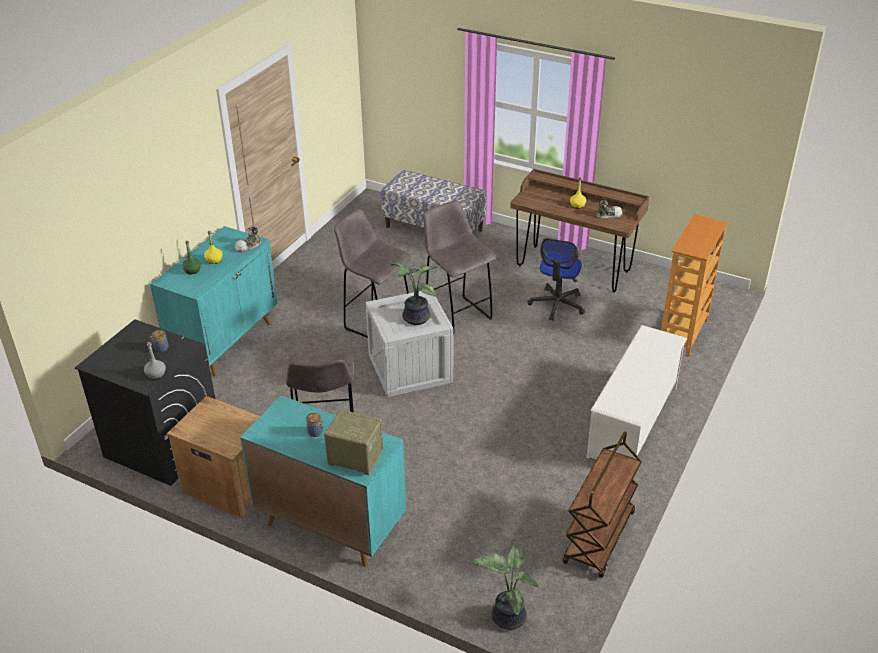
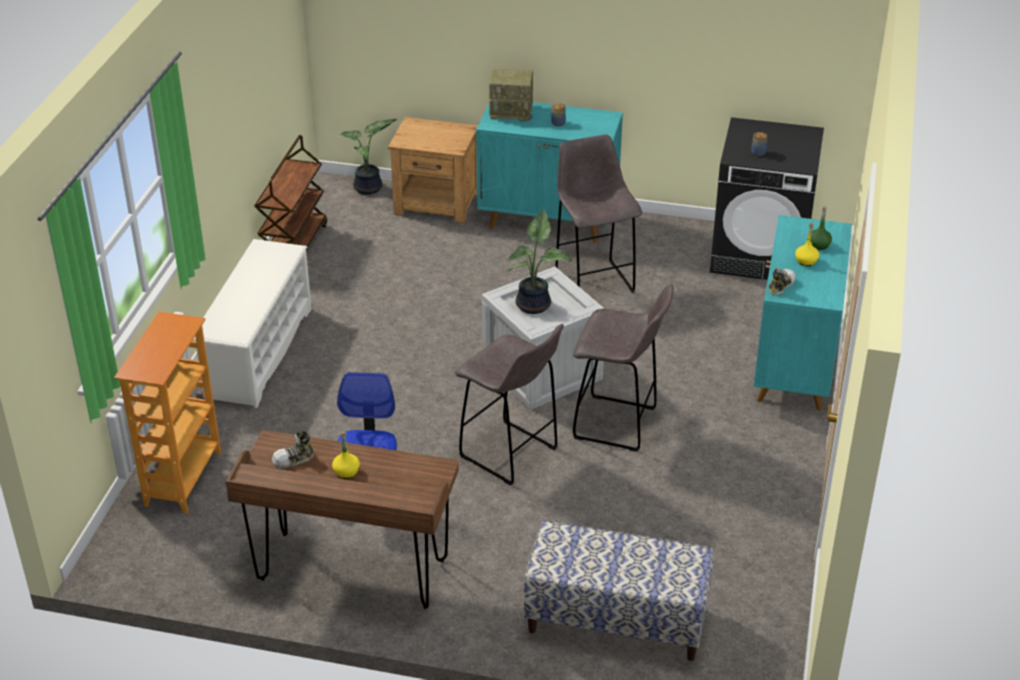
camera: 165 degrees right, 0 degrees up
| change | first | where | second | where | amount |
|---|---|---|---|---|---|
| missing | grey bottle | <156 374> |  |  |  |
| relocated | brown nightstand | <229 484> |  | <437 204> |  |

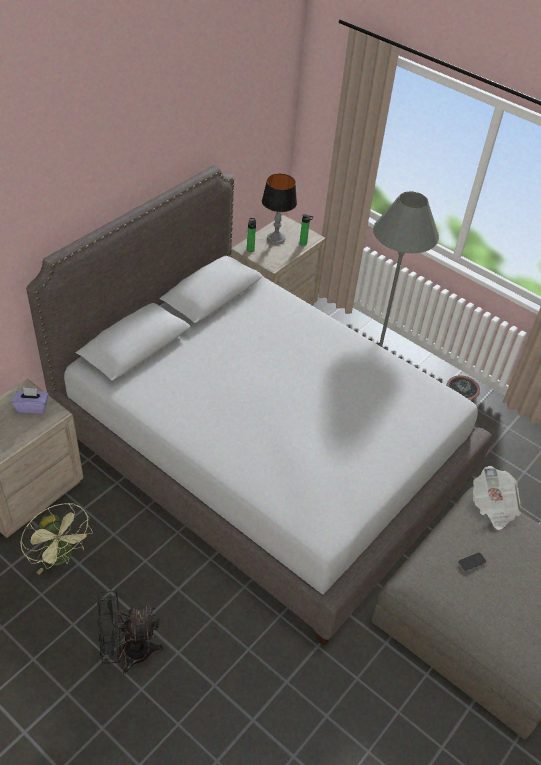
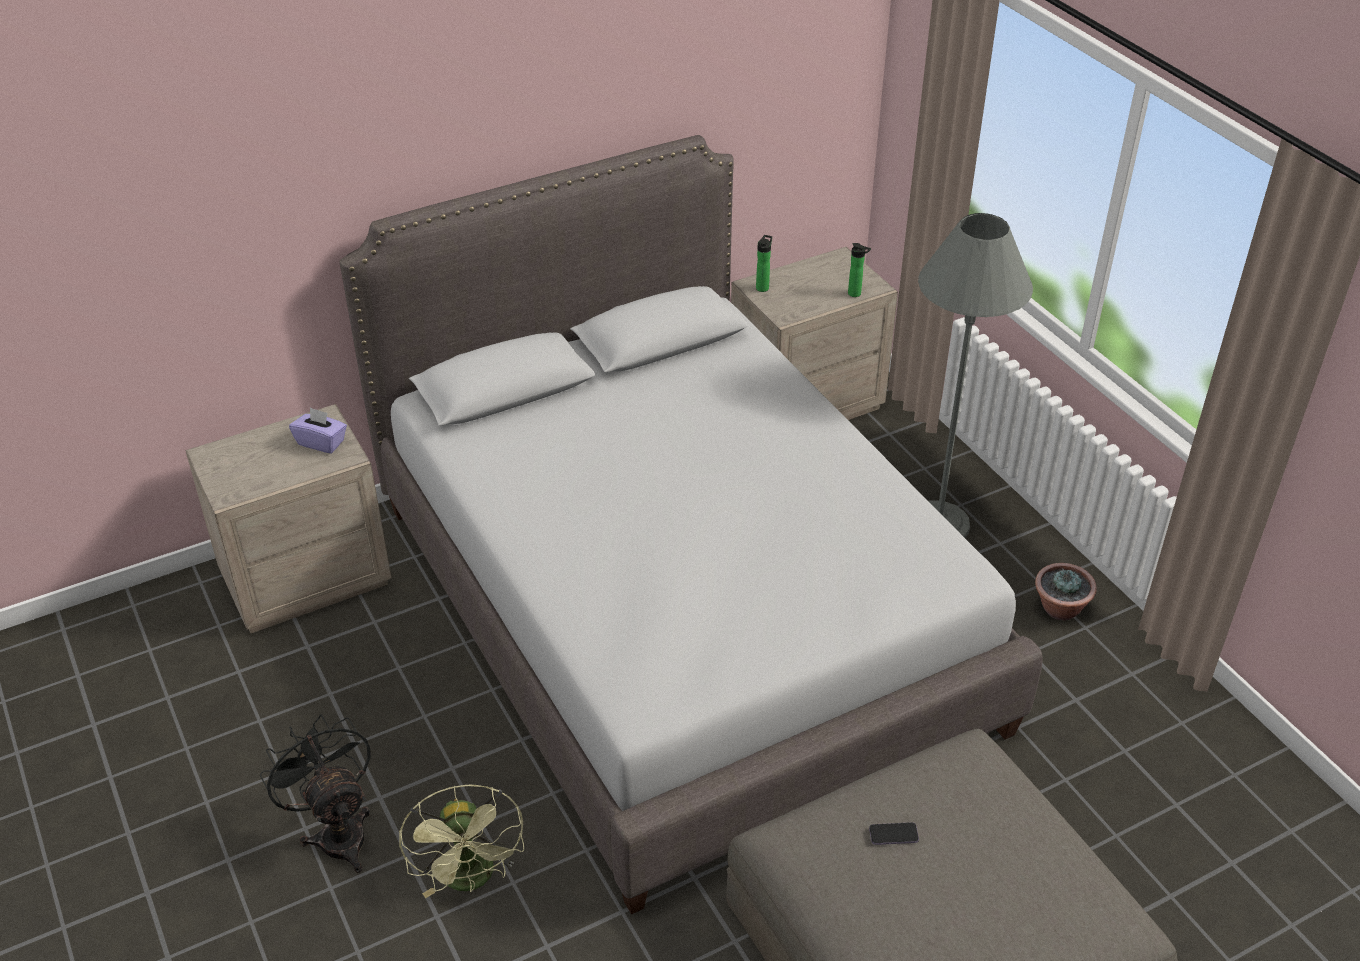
camera: 25 degrees right, 5 degrees down
| change | first | where | second | where | amount |
|---|---|---|---|---|---|
| relocated | green fan | <61 557> |  | <471 879> |  |
| spun | black fan | <128 652> |  | <337 832> | 45 degrees clockwise |
| missing | table lamp | <276 239> |  |  |  |
| missing | newspaper | <493 506> |  |  |  |

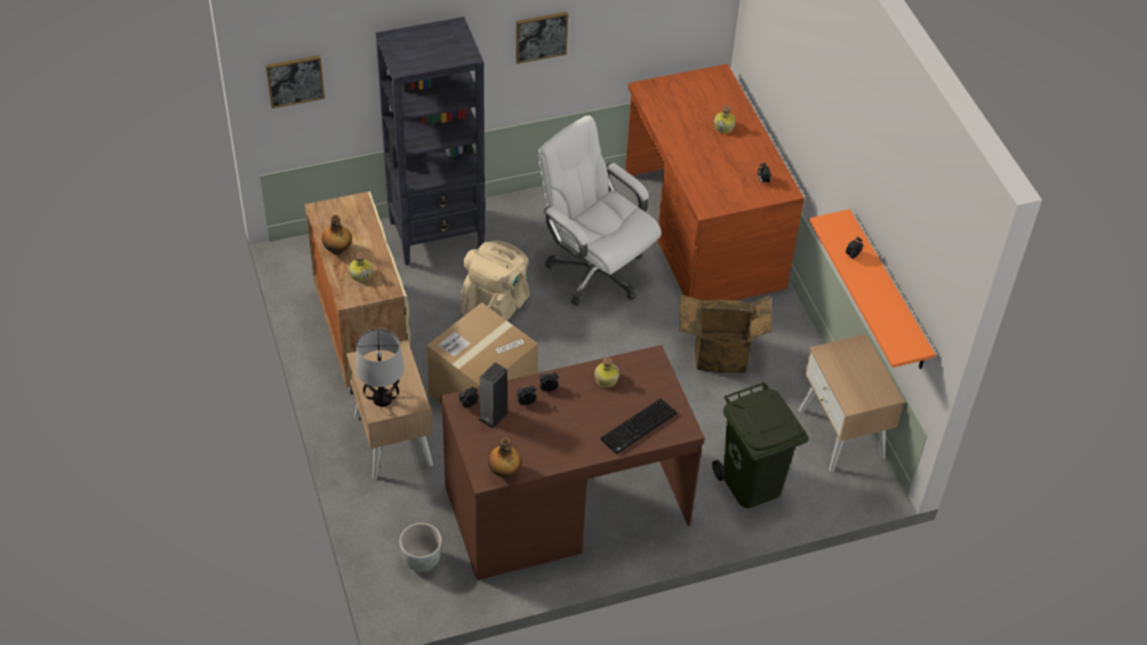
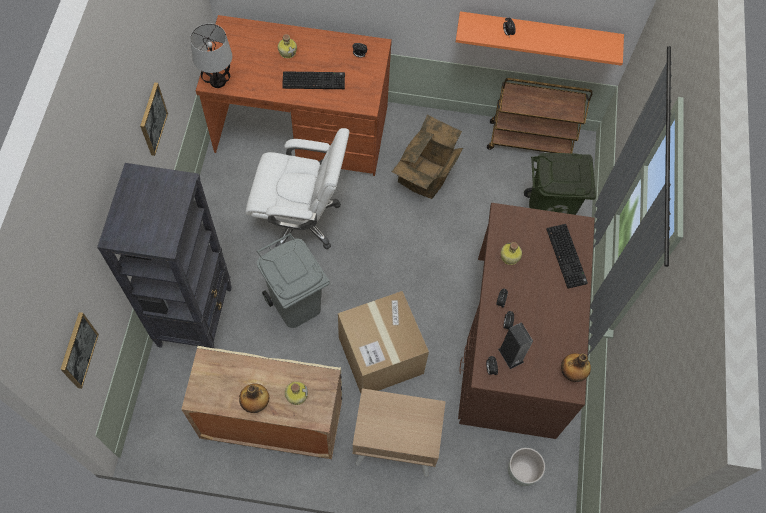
camera: 65 degrees left, 15 degrees up
| change | first | where | second | where | amount |
|---|---|---|---|---|---|
| relocated | table lamp | <381 398> |  | <217 82> |  |
| exchanged | beige backpack | <496 304> | grey trash can | <295 305> |  |
| spun | white office chair | <595 271> |  | <301 220> | 150 degrees counterclockwise |
| exchanged | beige nightstand | <842 434> | brown cart | <530 140> |  |
| appeared |  |  | keyboard | <314 80> |  |

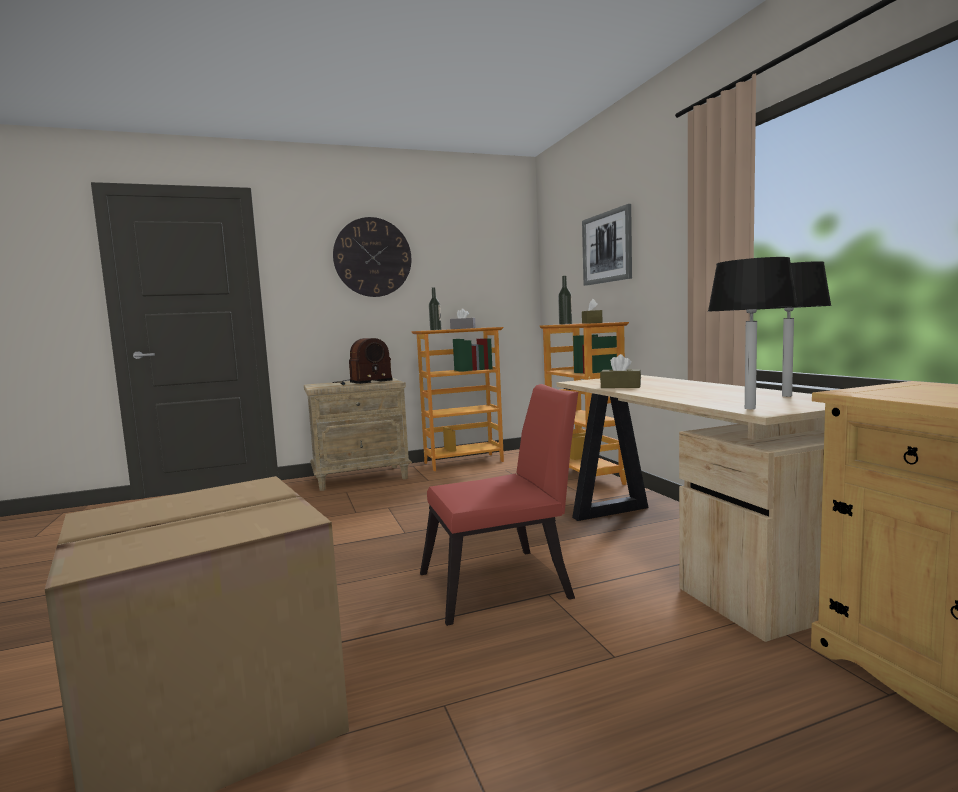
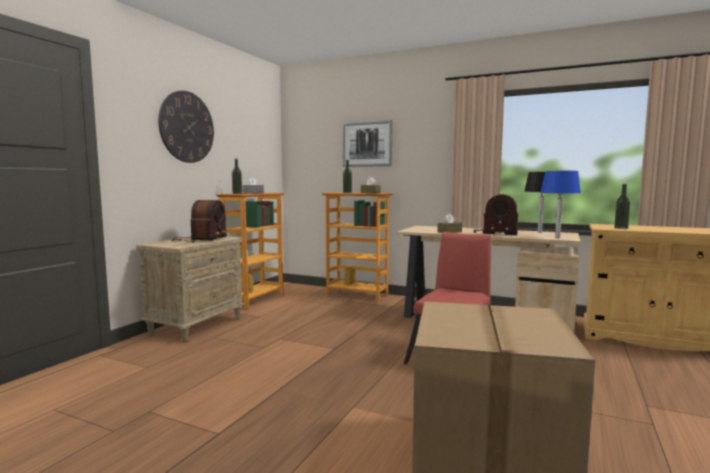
camera: 45 degrees left, 0 degrees up
| change | first | where | second | where | amount |
|---|---|---|---|---|---|
| colour | black table lamp | <750 408> | blue table lamp | <557 238> |  |
| appeared |  |  | radio | <494 233> |  |
| appeared |  |  | bottle | <621 228> |  |

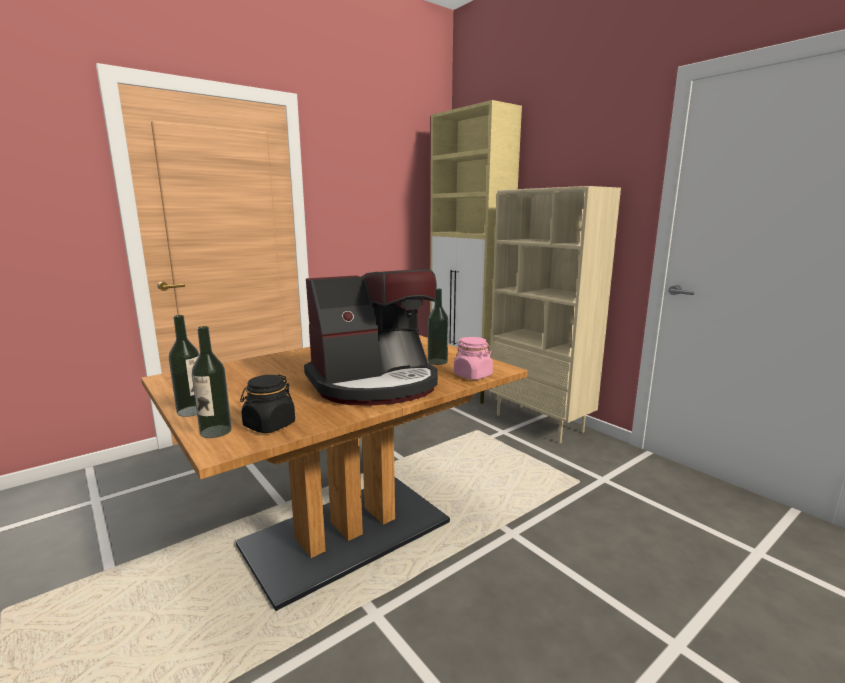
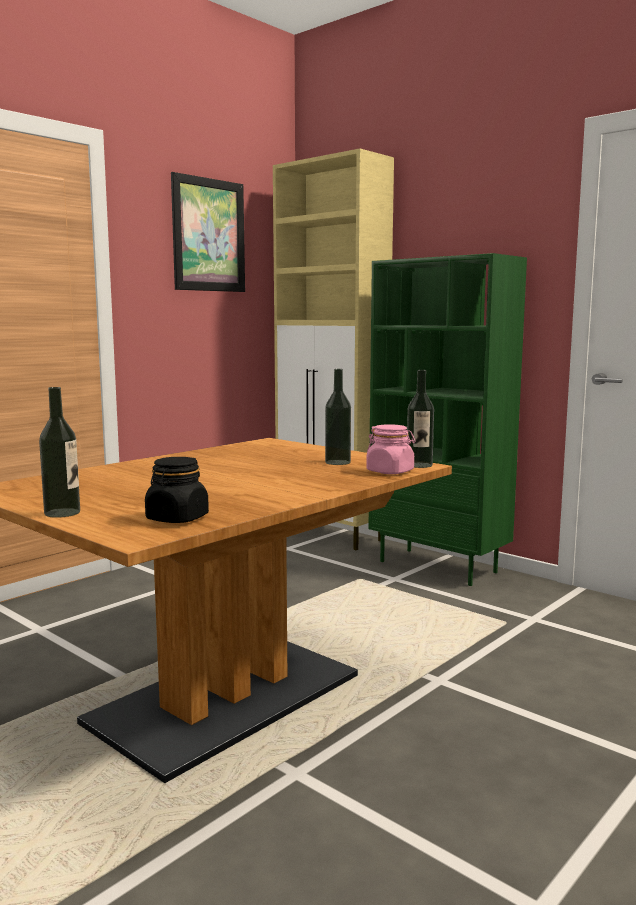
camera: 10 degrees left, 5 degrees down
| change | first | where | second | where | amount |
|---|---|---|---|---|---|
| relocated | bottle | <215 431> |  | <419 465> |  |
| missing | coffee machine | <375 384> |  |  |  |
| colour | beige bookcase | <540 423> | green bookcase | <439 566> |  |
| appeared |  |  | picture | <208 235> |  |

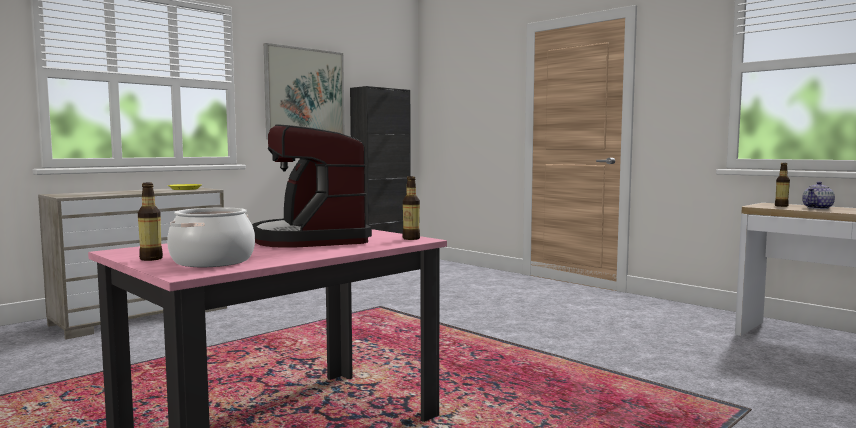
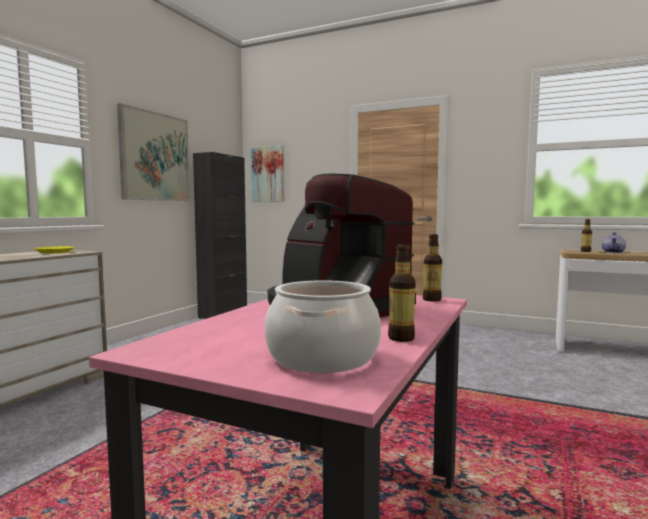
camera: 20 degrees left, 0 degrees up
| change | first | where | second | where | amount |
|---|---|---|---|---|---|
| relocated | bottle | <151 259> |  | <401 338> |  |
| appeared |  |  | picture | <268 174> |  |

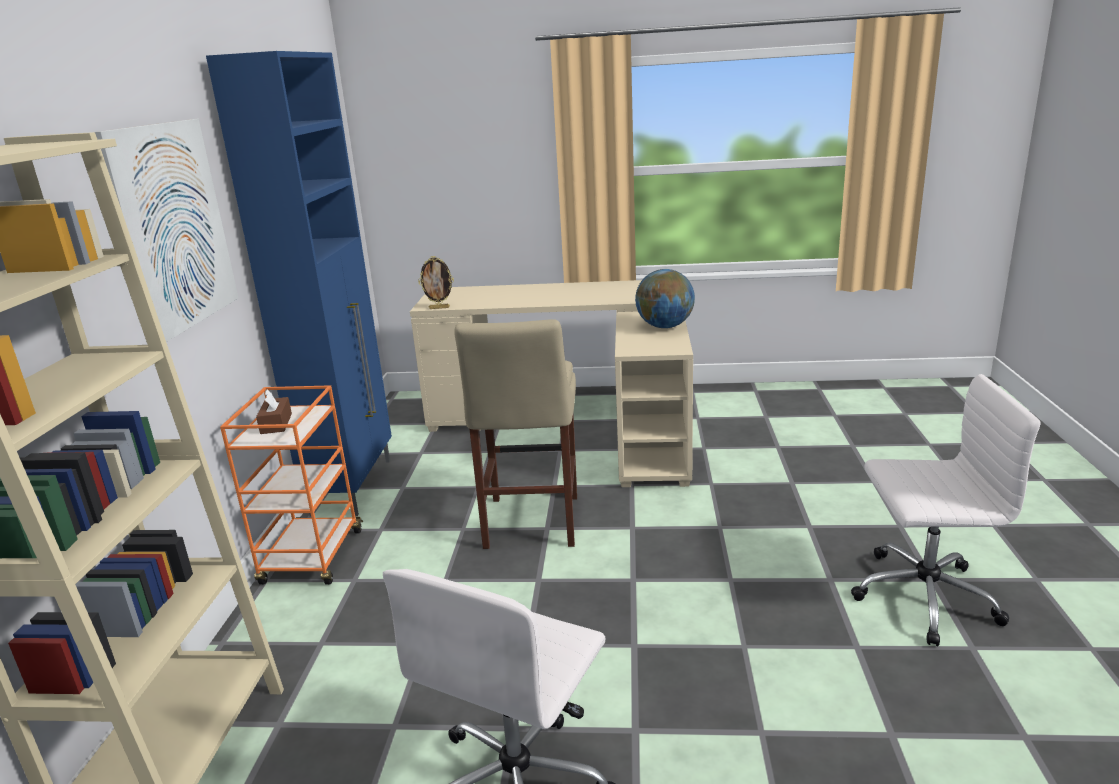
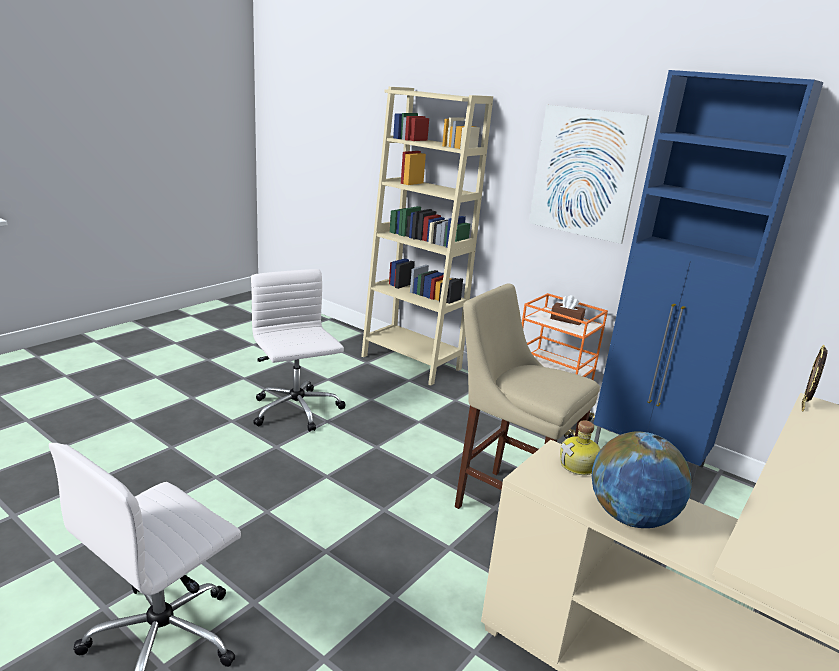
camera: 120 degrees right, 0 degrees up
| change | first | where | second | where | amount |
|---|---|---|---|---|---|
| appeared |  |  | bottle | <579 466> |  |

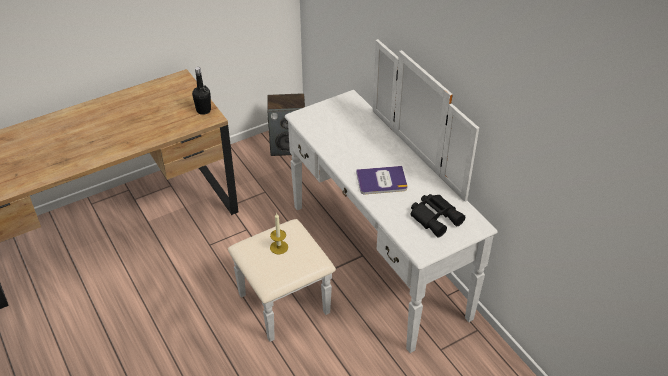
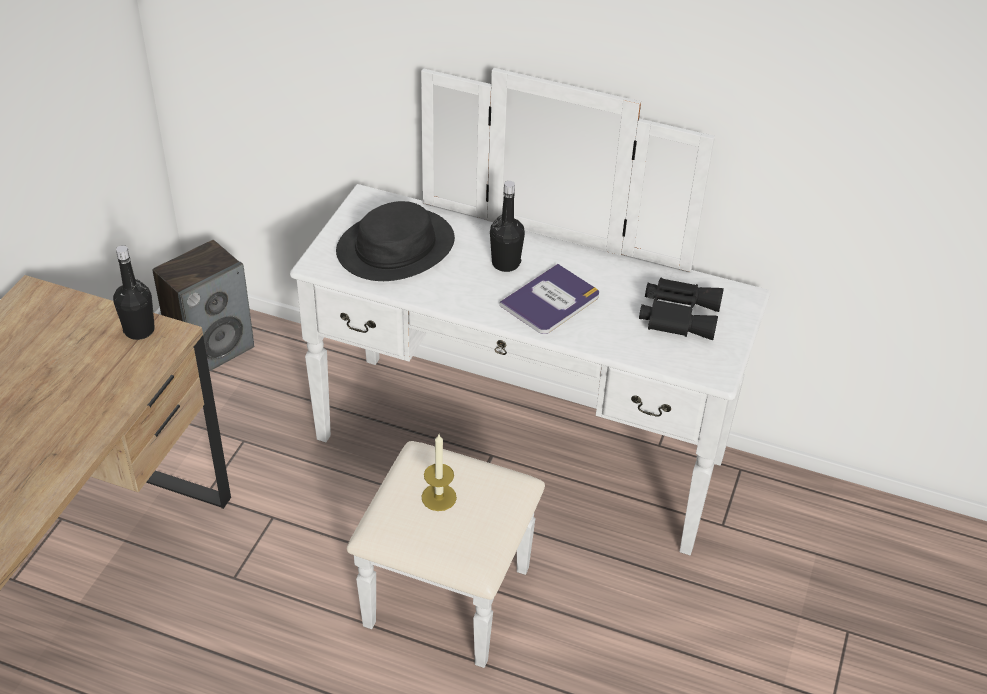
camera: 40 degrees left, 0 degrees up
| change | first | where | second | where | amount |
|---|---|---|---|---|---|
| appeared |  |  | black hat | <395 247> |  |
| appeared |  |  | black bottle | <505 263> |  |

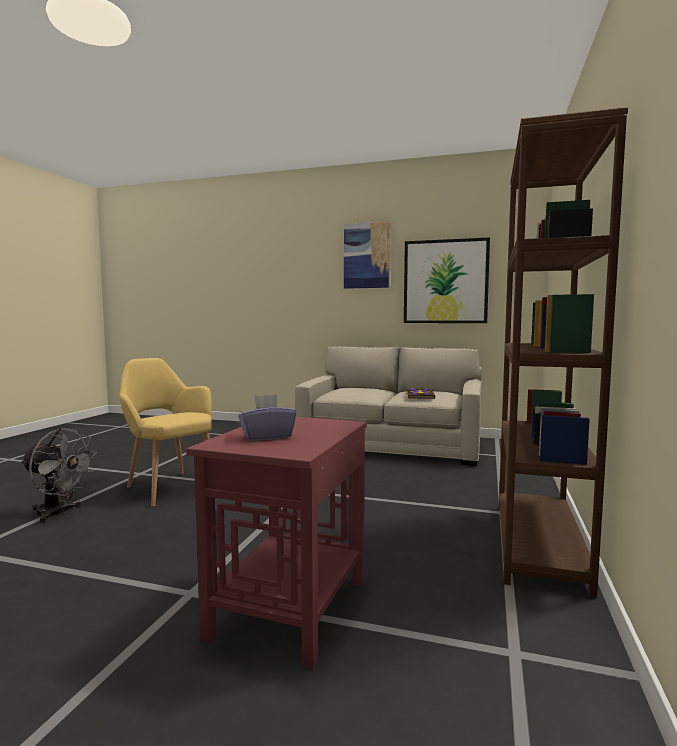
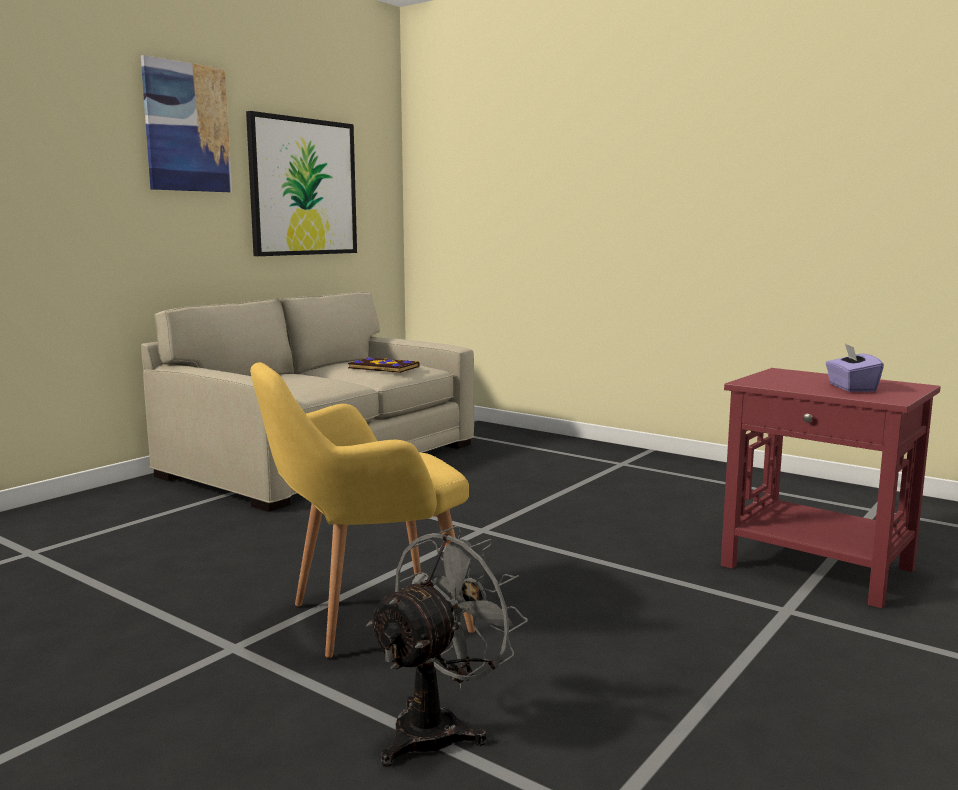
camera: 70 degrees left, 5 degrees up
| change | first | where | second | where | amount |
|---|---|---|---|---|---|
| missing | brown bookcase | <538 544> |  |  |  |

